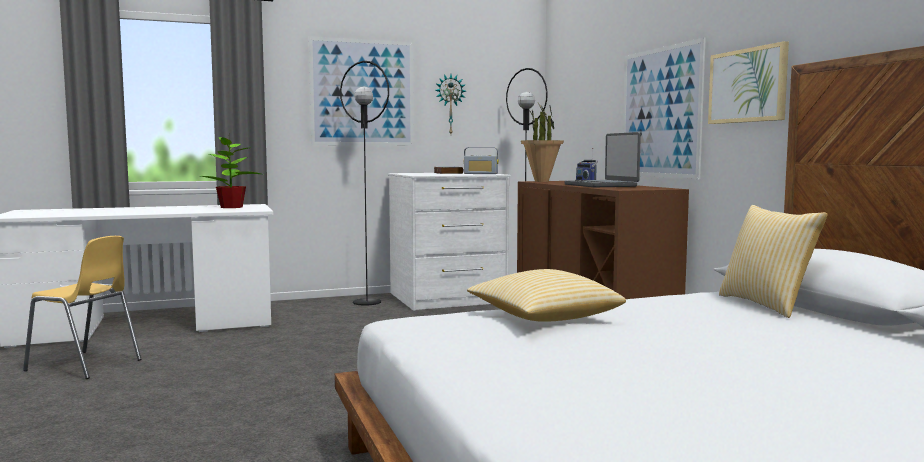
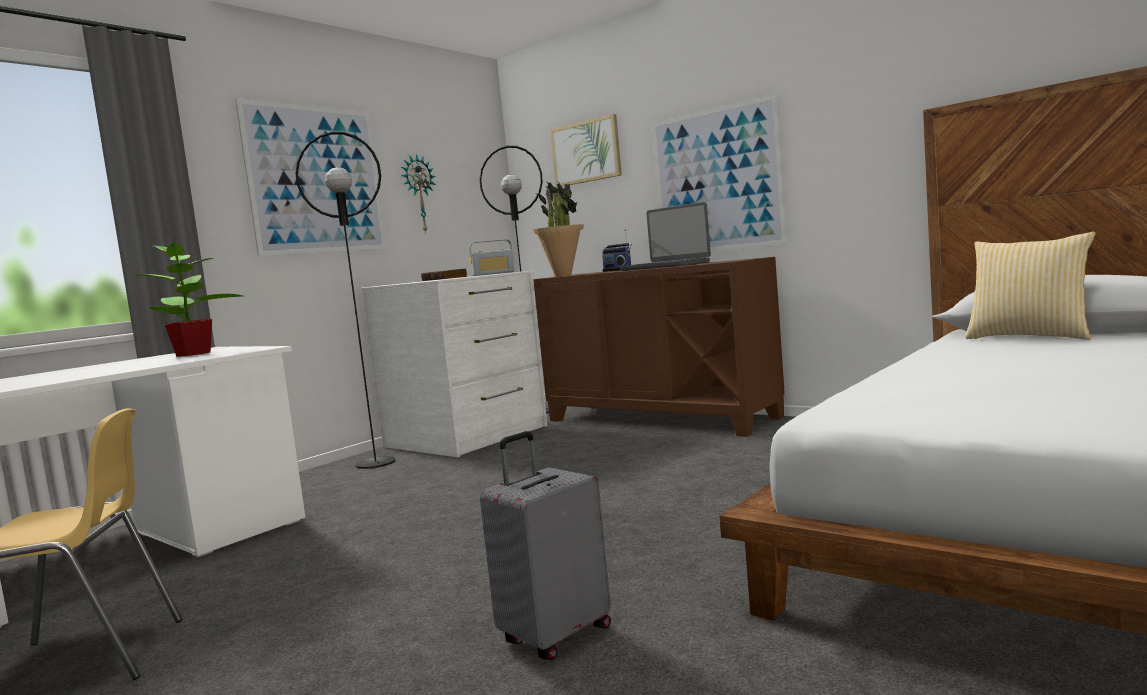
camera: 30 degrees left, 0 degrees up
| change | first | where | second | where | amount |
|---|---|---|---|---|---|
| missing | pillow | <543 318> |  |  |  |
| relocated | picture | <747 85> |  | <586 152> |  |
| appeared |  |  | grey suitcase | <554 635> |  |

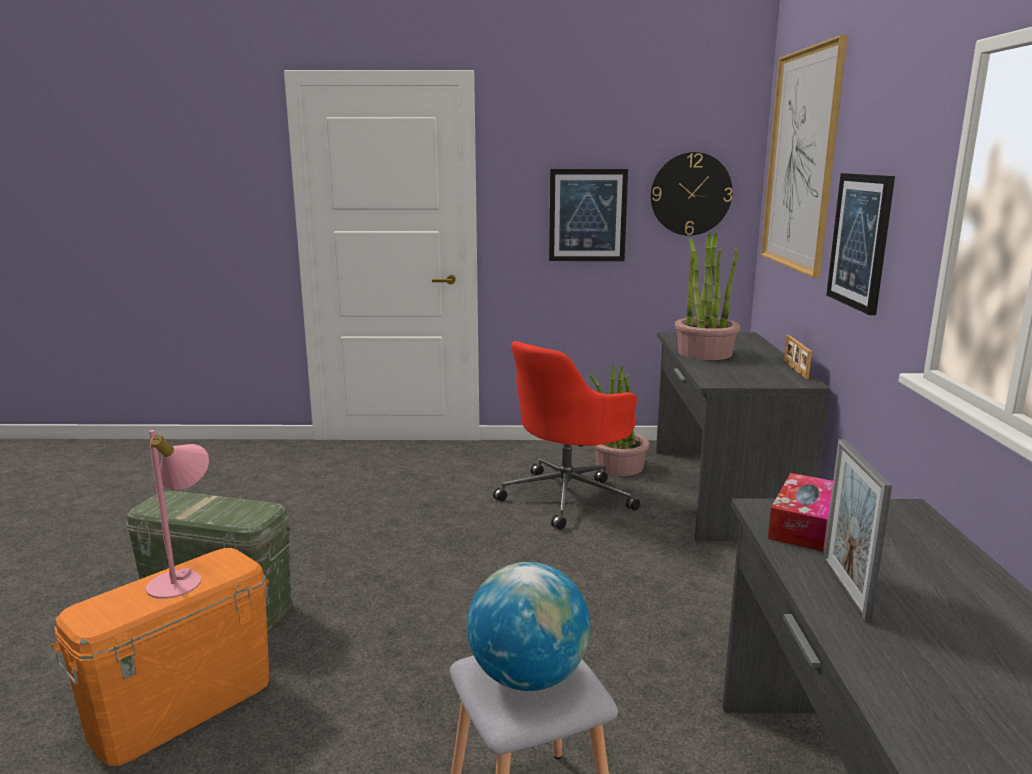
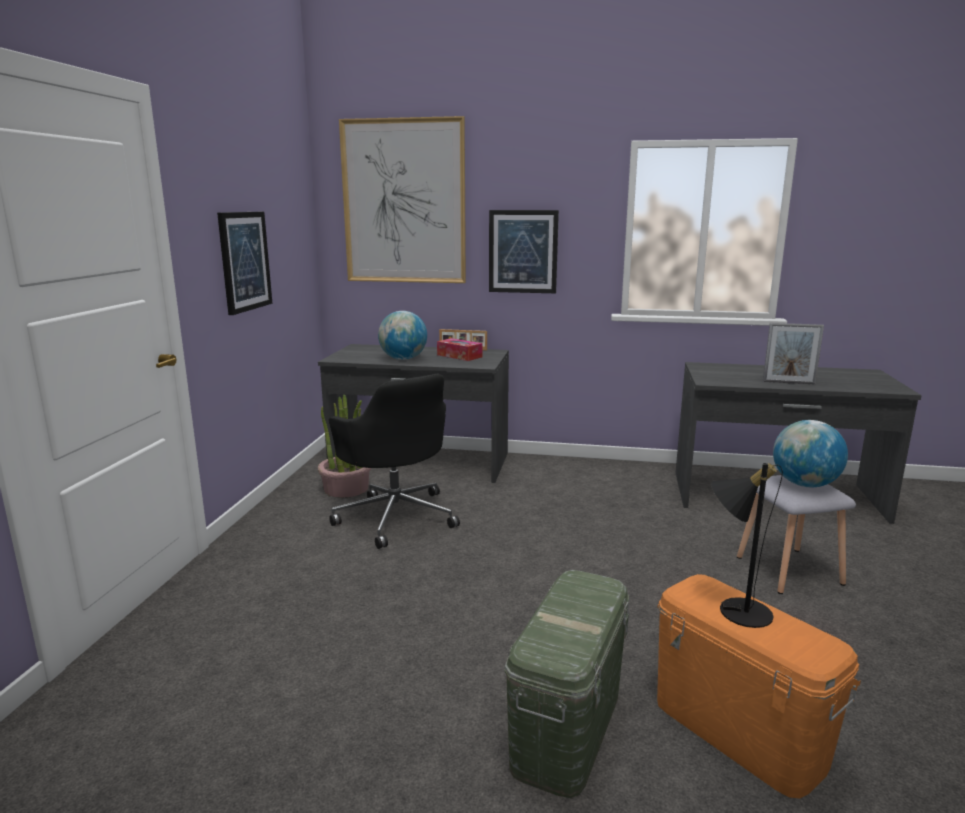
camera: 80 degrees left, 0 degrees up
| change | first | where | second | where | amount |
|---|---|---|---|---|---|
| colour | pink table lamp | <183 579> | black table lamp | <735 609> |  |
| colour | red office chair | <568 497> | black office chair | <396 516> |  |
| missing | wall clock | <691 194> |  |  |  |
| exchanged | potted plant | <705 353> | globe | <403 359> |  |
| relocated | tissue box | <803 524> |  | <459 356> |  |

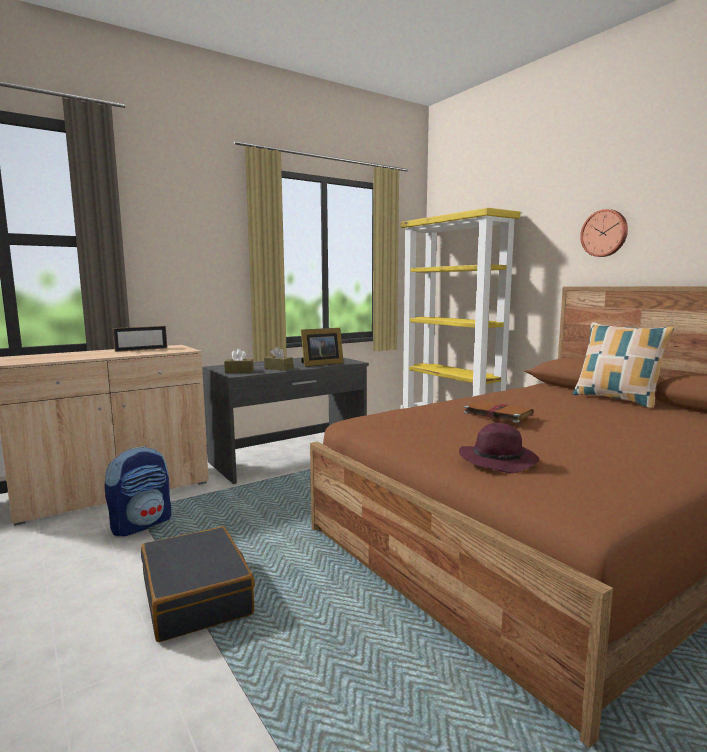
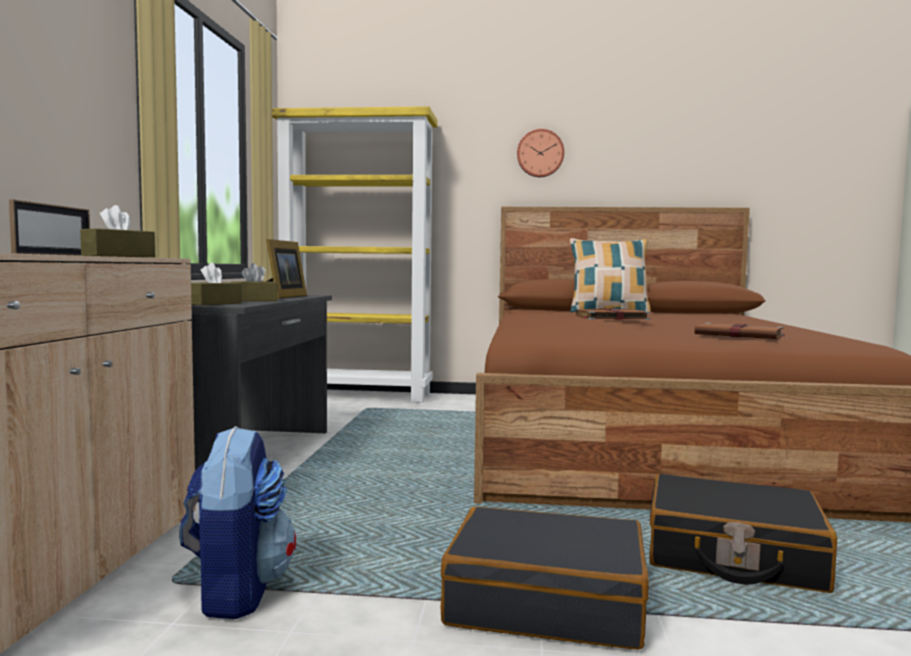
camera: 50 degrees left, 5 degrees down
| change | first | where | second | where | amount |
|---|---|---|---|---|---|
| exchanged | purple hat | <499 460> | brown book | <740 335> |  |
| appeared |  |  | brown tissue box | <119 256> |  |
| appeared |  |  | black suitcase | <732 556> |  |

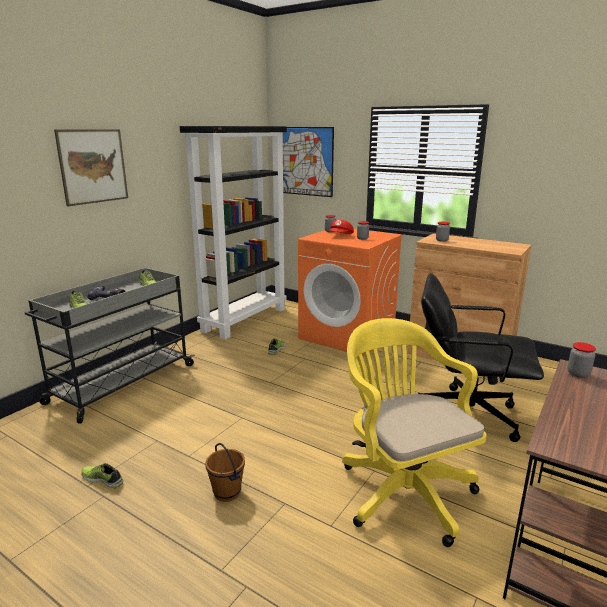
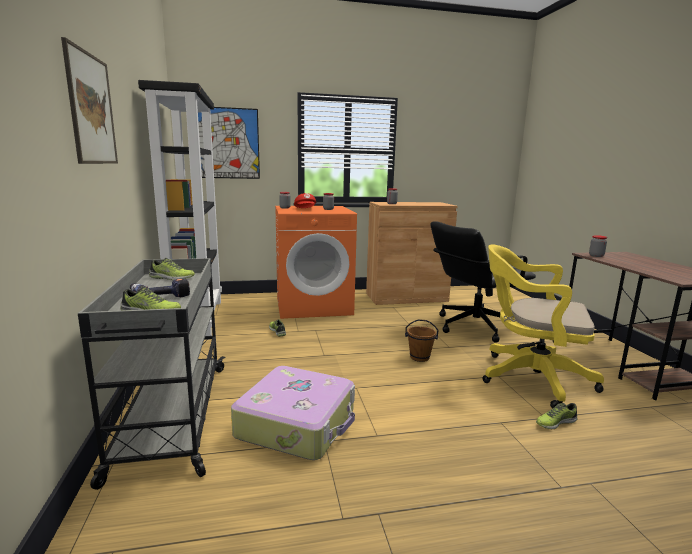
camera: 45 degrees left, 5 degrees down
| change | first | where | second | where | amount |
|---|---|---|---|---|---|
| relocated | shoe | <103 479> |  | <555 422> |  |
| relocated | brown bucket | <226 493> |  | <419 357> |  |
| appeared |  |  | suitcase | <298 423> |  |

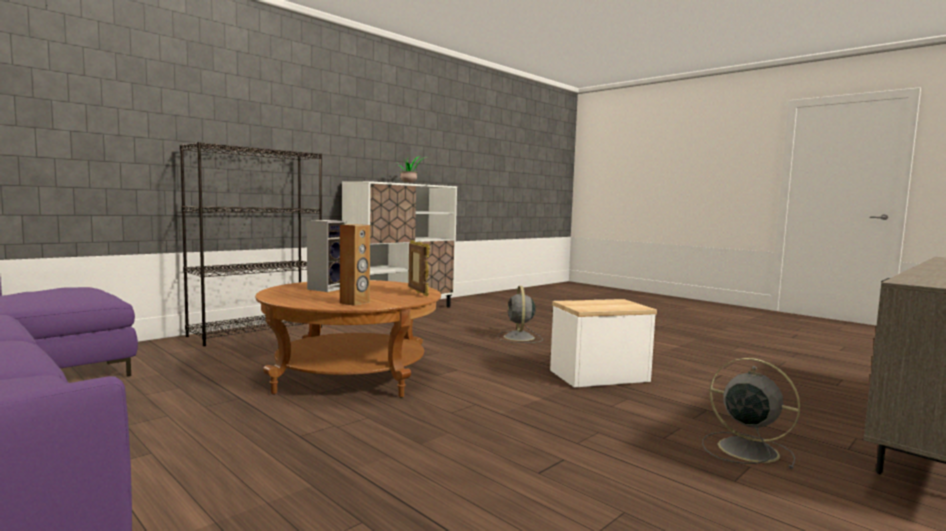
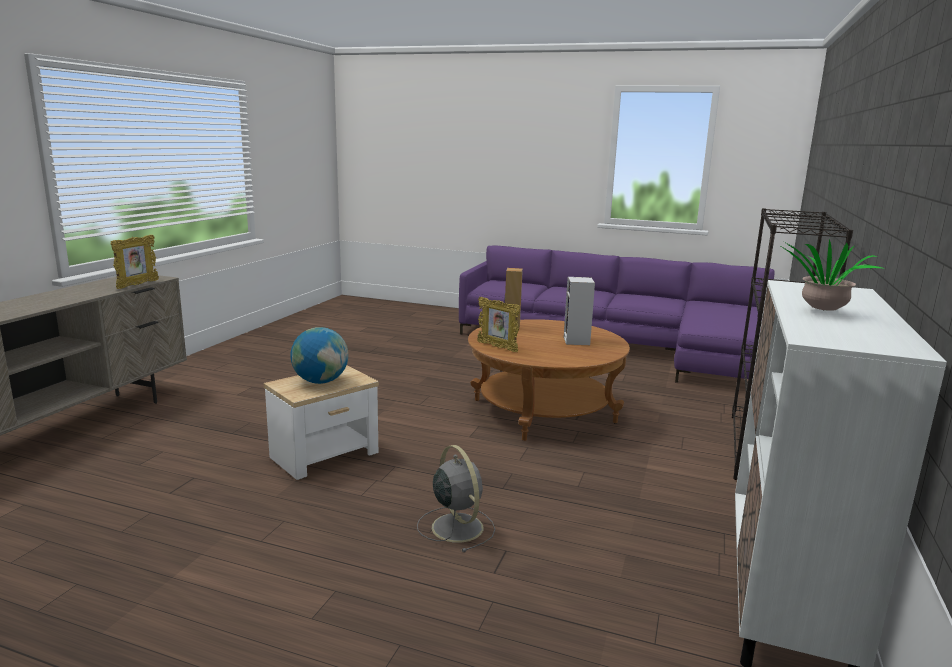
camera: 155 degrees right, 10 degrees up
| change | first | where | second | where | amount |
|---|---|---|---|---|---|
| missing | grey fan | <745 449> |  |  |  |
| appeared |  |  | picture frame | <137 285> |  |
| appeared |  |  | globe | <320 381> |  |

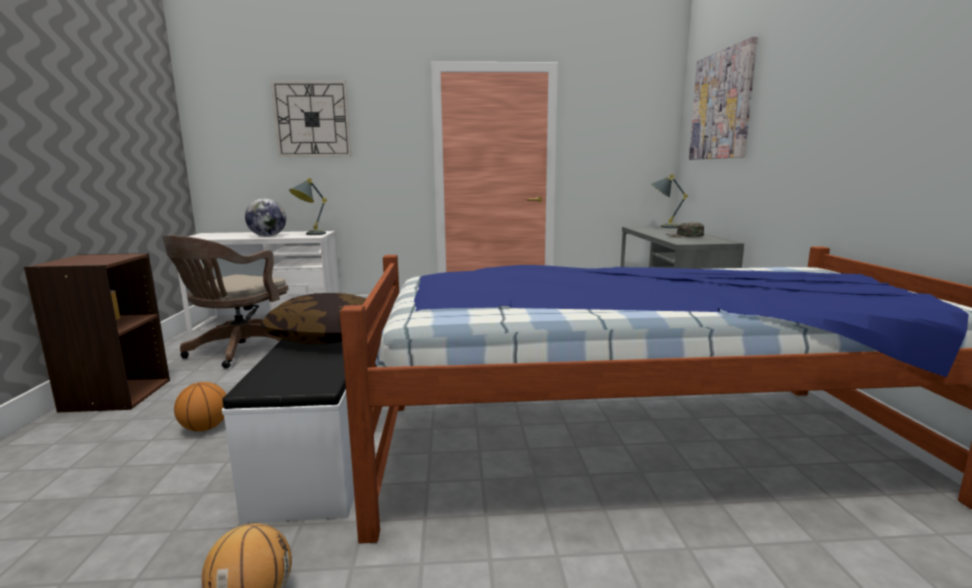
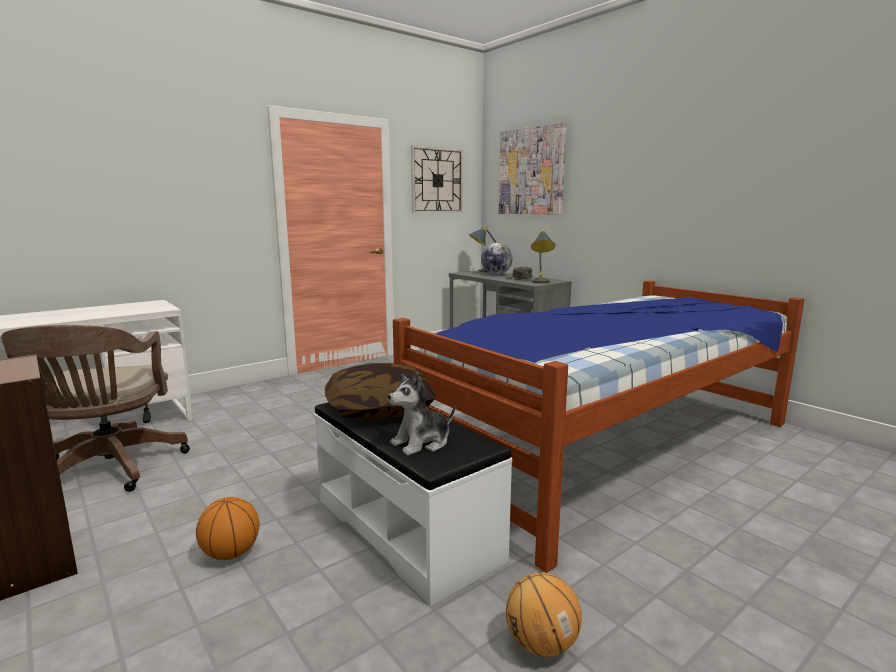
camera: 35 degrees left, 0 degrees up
| change | first | where | second | where | amount |
|---|---|---|---|---|---|
| relocated | globe | <267 236> |  | <496 274> |  |
| relocated | wall clock | <312 119> |  | <437 180> |  |
| relocated | grey table lamp | <309 234> |  | <540 283> |  |
| appeared |  |  | plush toy | <422 443> |  |

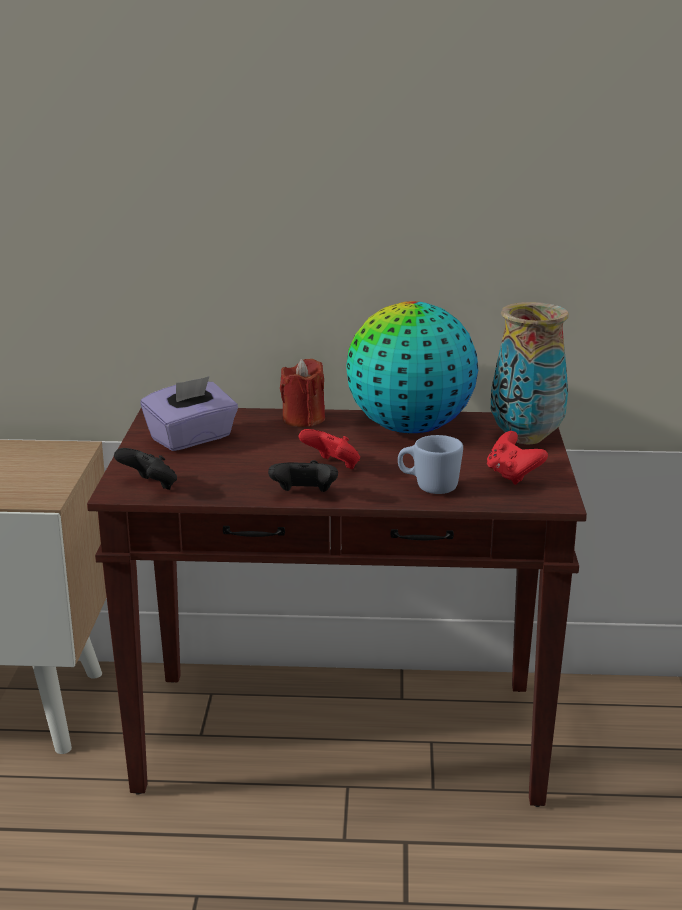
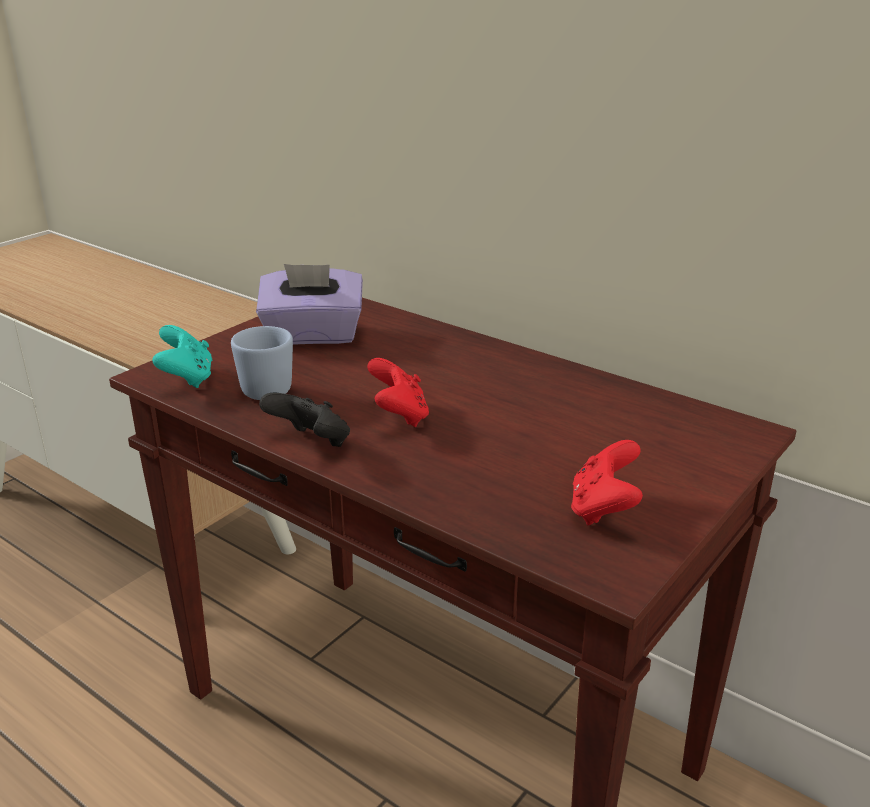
camera: 35 degrees right, 5 degrees up
| change | first | where | second | where | amount |
|---|---|---|---|---|---|
| colour | black game controller | <150 487> | turquoise game controller | <187 378> |  |
| missing | red candle | <303 419> |  |  |  |
| missing | globe | <409 429> |  |  |  |
| relocated | blue mug | <429 487> |  | <261 388> |  |
| missing | vase | <525 438> |  |  |  |

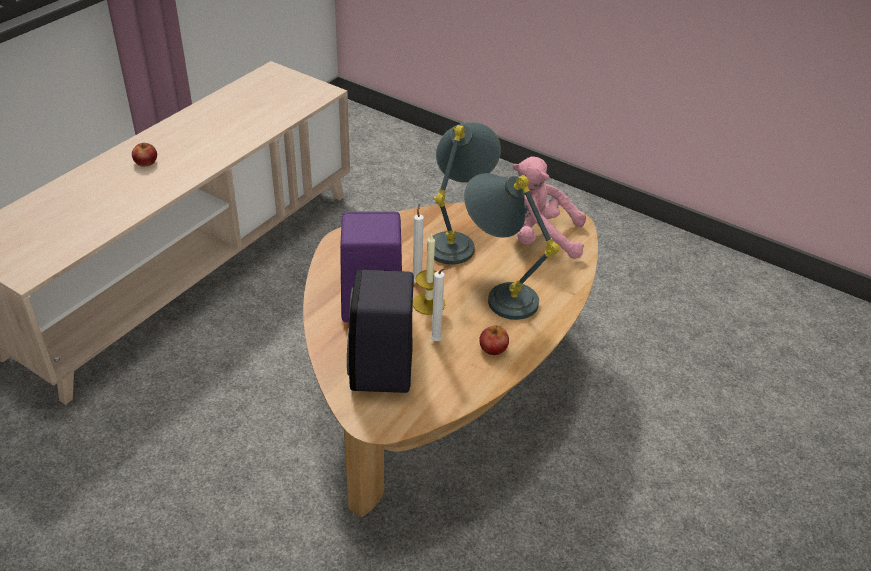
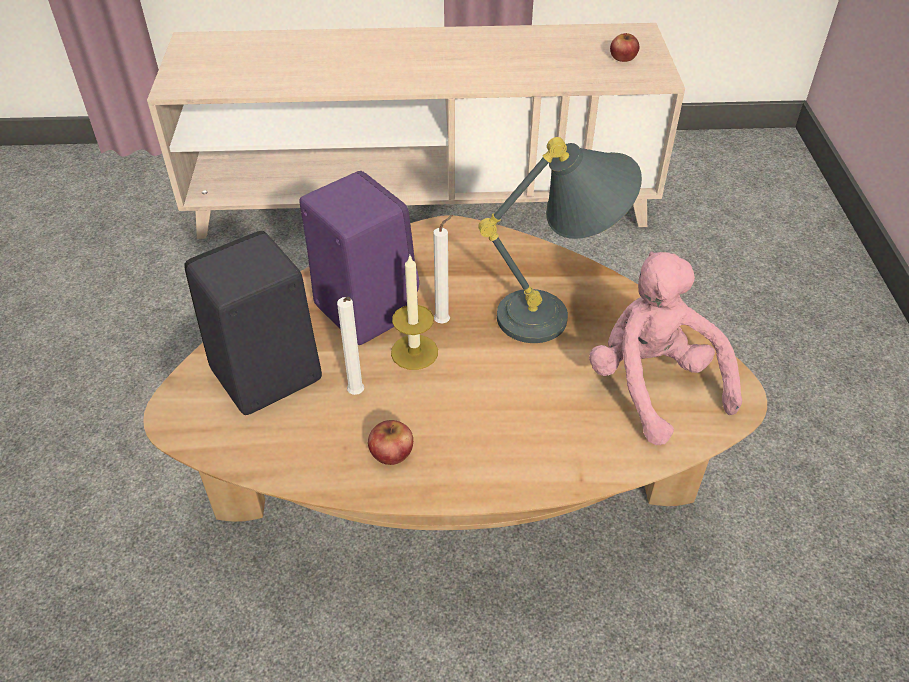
camera: 55 degrees right, 5 degrees up
| change | first | where | second | where | amount |
|---|---|---|---|---|---|
| relocated | apple | <146 162> |  | <623 57> |  |
| missing | grey table lamp | <498 293> |  |  |  |

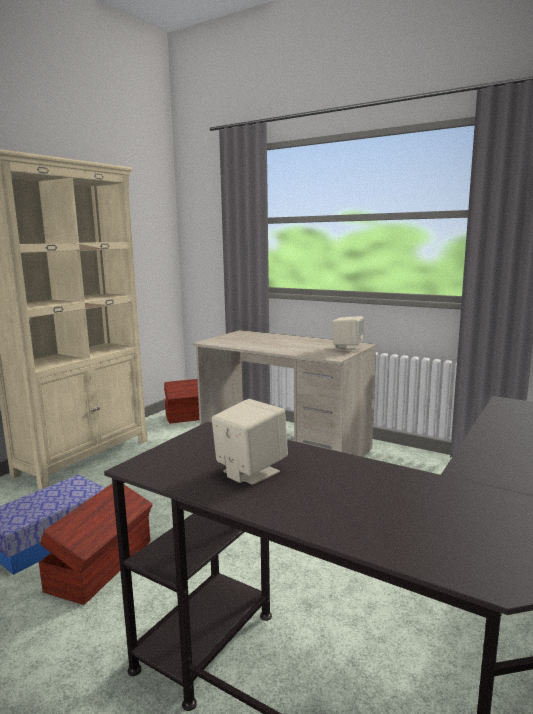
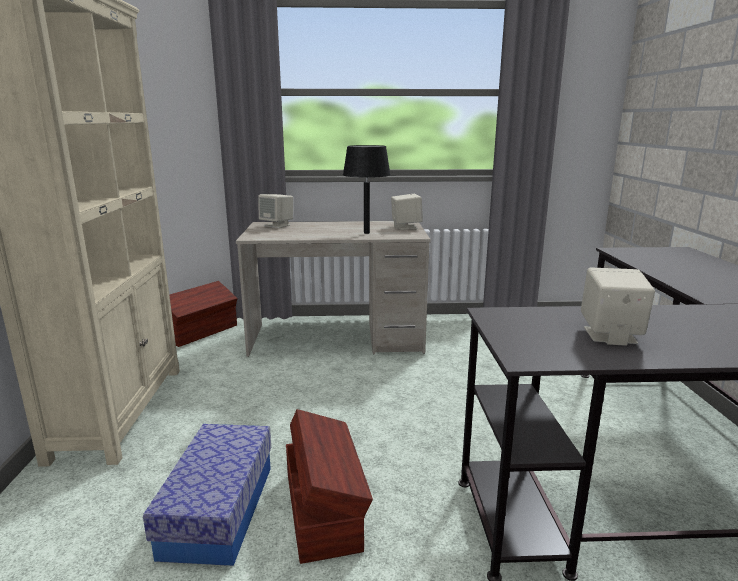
camera: 35 degrees left, 5 degrees up
| change | first | where | second | where | amount |
|---|---|---|---|---|---|
| appeared |  |  | beige speaker | <277 225> |  |
| appeared |  |  | black table lamp | <366 233> |  |

